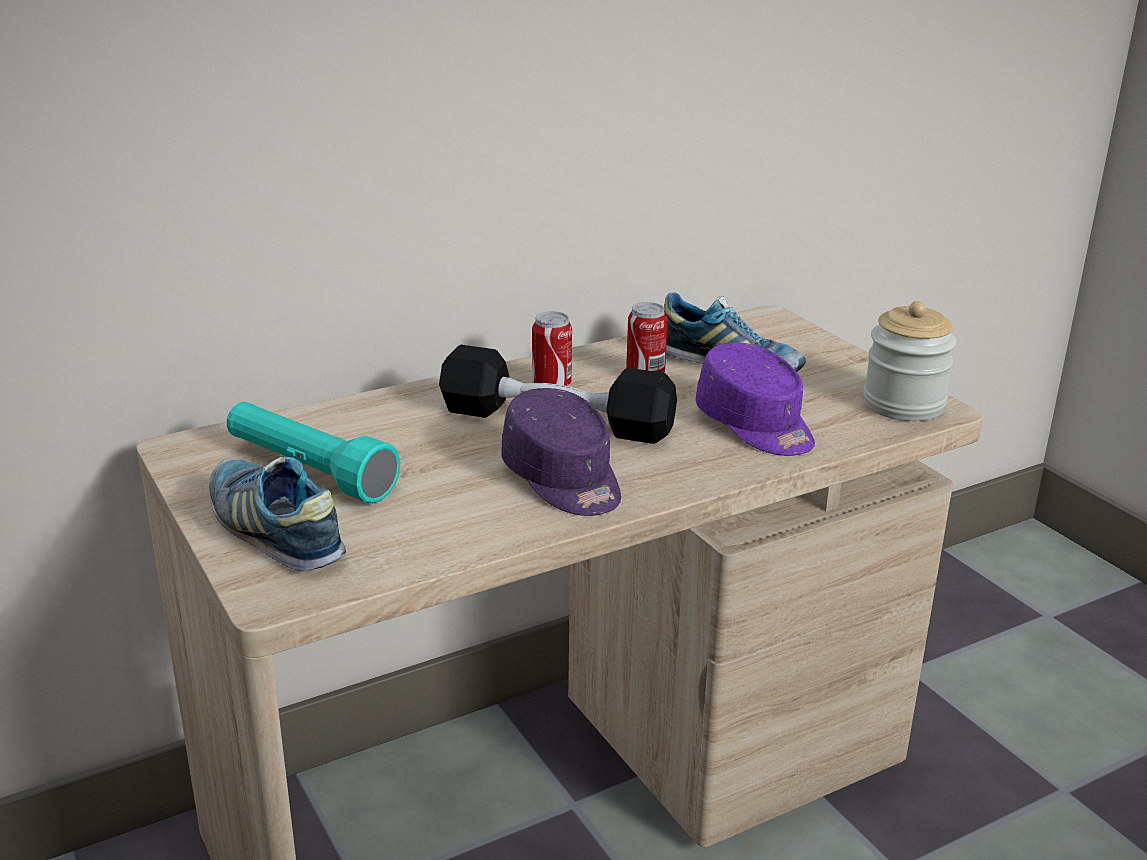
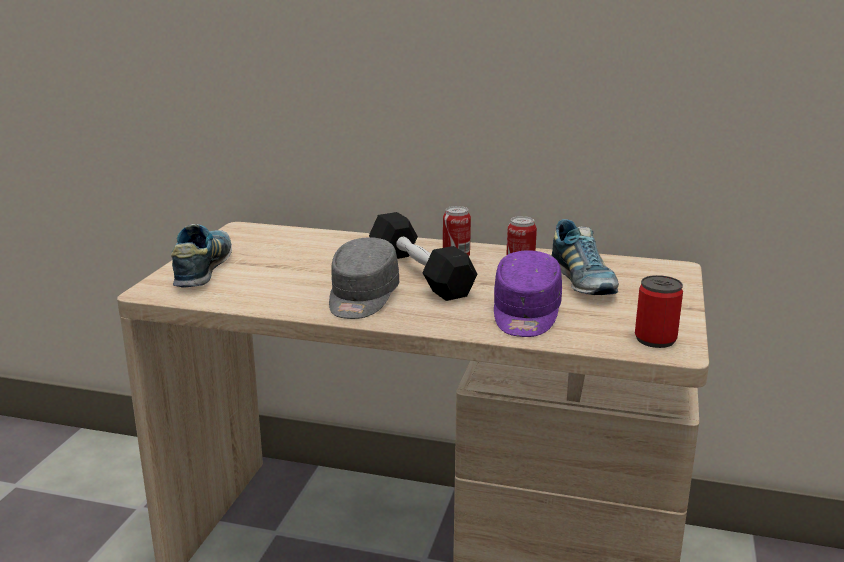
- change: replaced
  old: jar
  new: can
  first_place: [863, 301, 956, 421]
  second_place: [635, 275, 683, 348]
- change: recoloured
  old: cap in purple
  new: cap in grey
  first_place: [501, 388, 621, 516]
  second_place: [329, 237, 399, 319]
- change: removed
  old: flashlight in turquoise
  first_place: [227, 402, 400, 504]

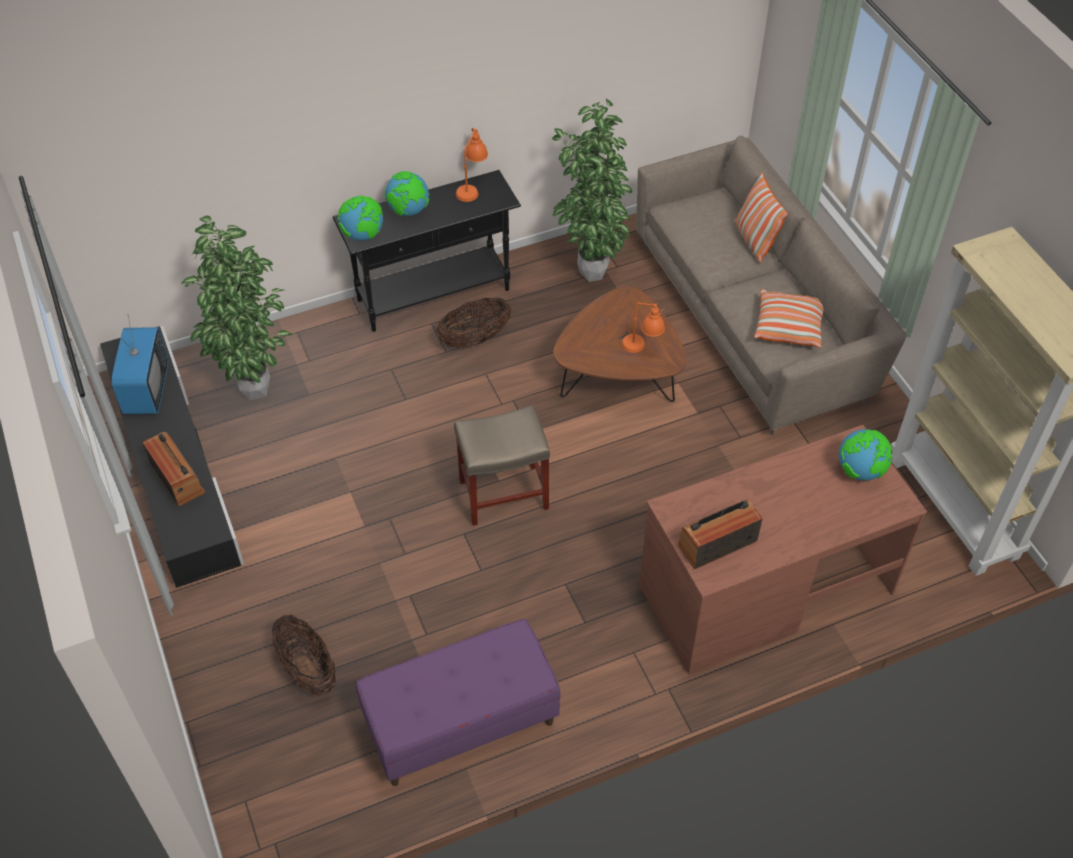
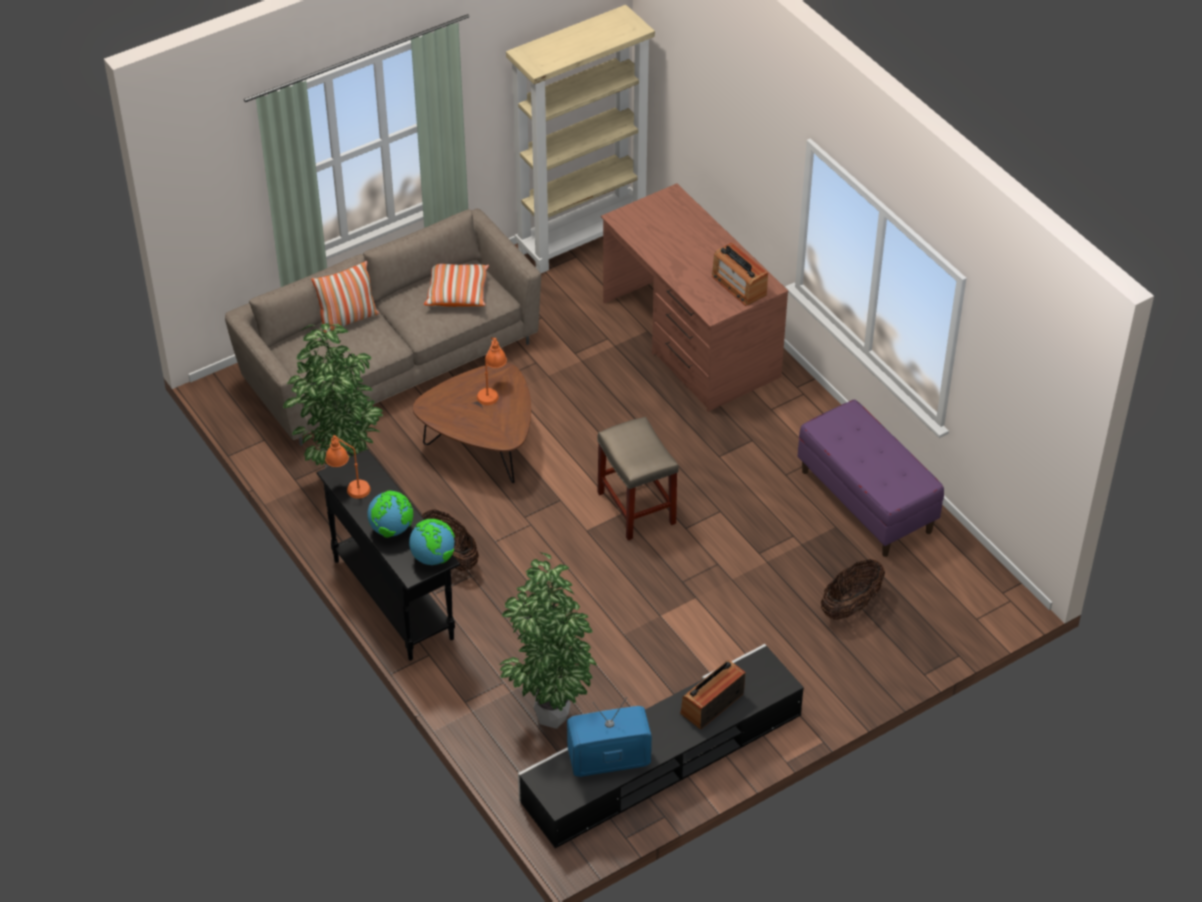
- change: removed
  old: globe
  first_place: [839, 429, 892, 481]

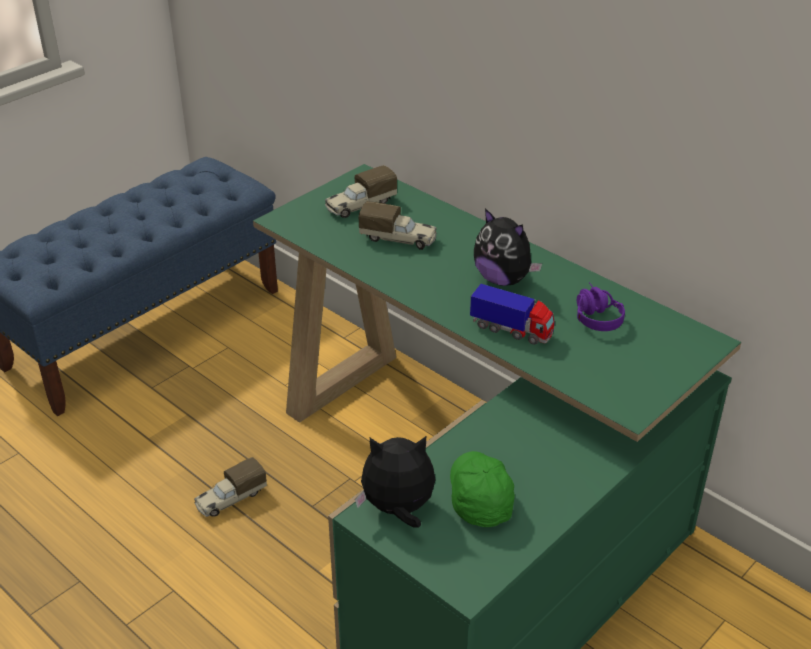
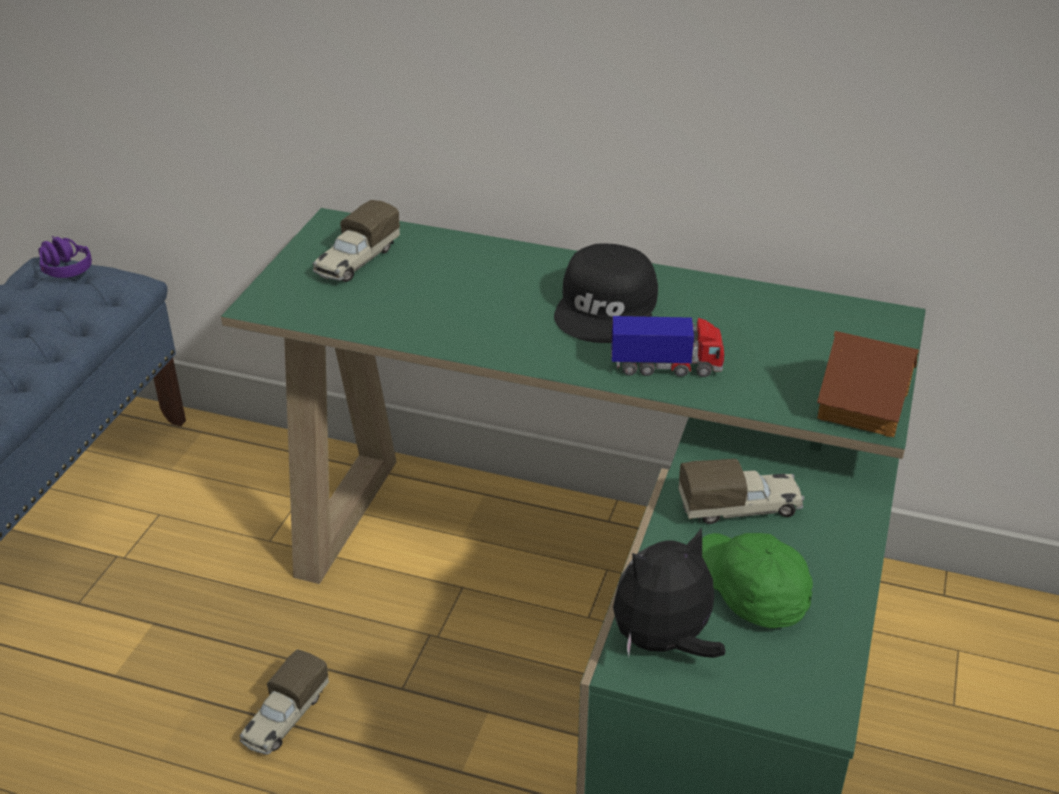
- change: moved
  old: toy truck
  first_place: [359, 201, 437, 250]
  second_place: [678, 459, 804, 524]
- change: replaced
  old: plush toy
  new: cap in black
  first_place: [474, 208, 542, 286]
  second_place: [554, 243, 658, 343]
- change: moved
  old: headphones in purple
  first_place: [577, 282, 625, 331]
  second_place: [39, 236, 92, 278]
- change: added
  new: toy house
  second_place: [817, 331, 919, 437]

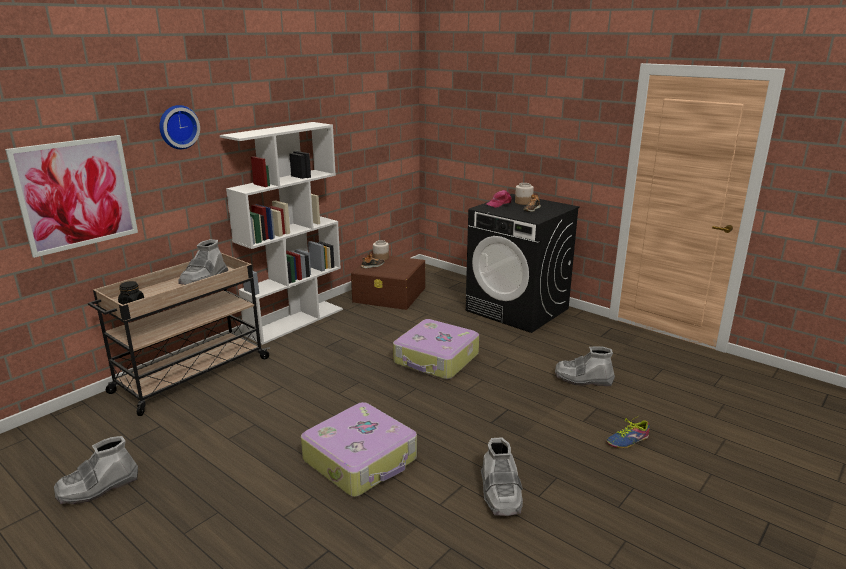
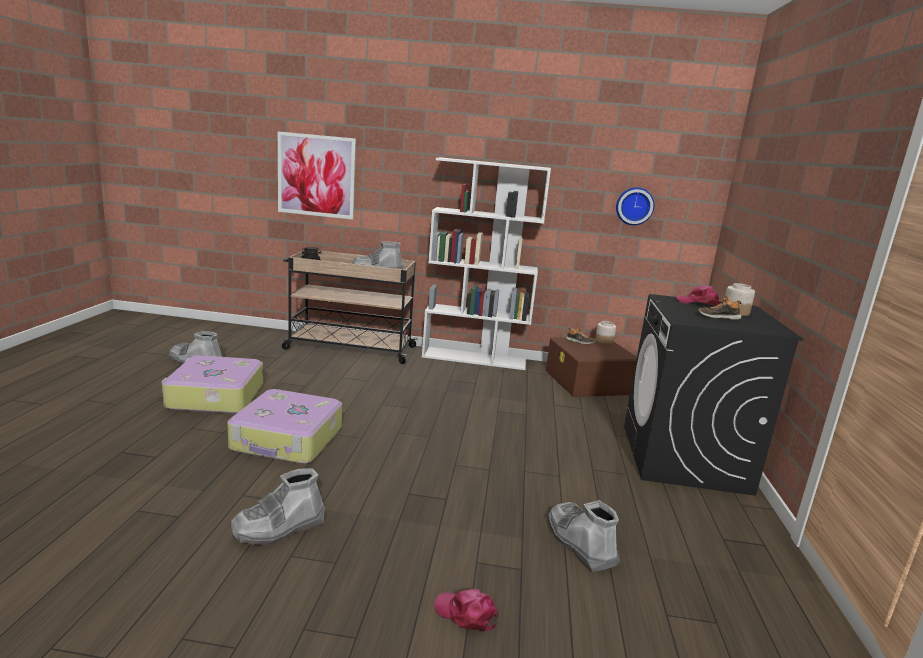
- change: moved
  old: wall clock
  first_place: [159, 105, 200, 149]
  second_place: [616, 187, 655, 225]
- change: moved
  old: suitcase
  first_place: [393, 319, 479, 379]
  second_place: [162, 355, 263, 414]
- change: replaced
  old: shoe
  new: cap in pink
  first_place: [606, 417, 650, 448]
  second_place: [434, 589, 499, 631]

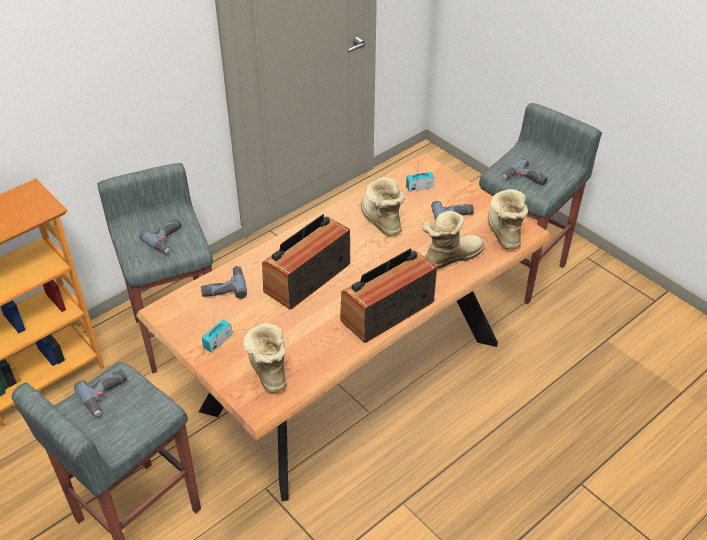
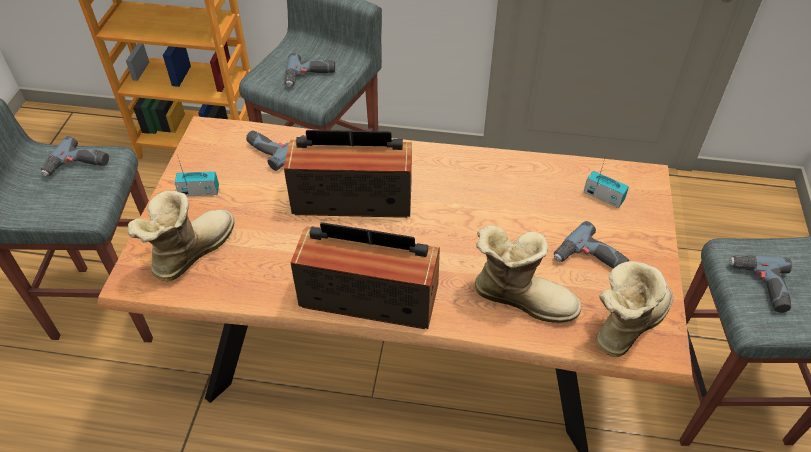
- change: removed
  old: boot
  first_place: [361, 177, 405, 236]

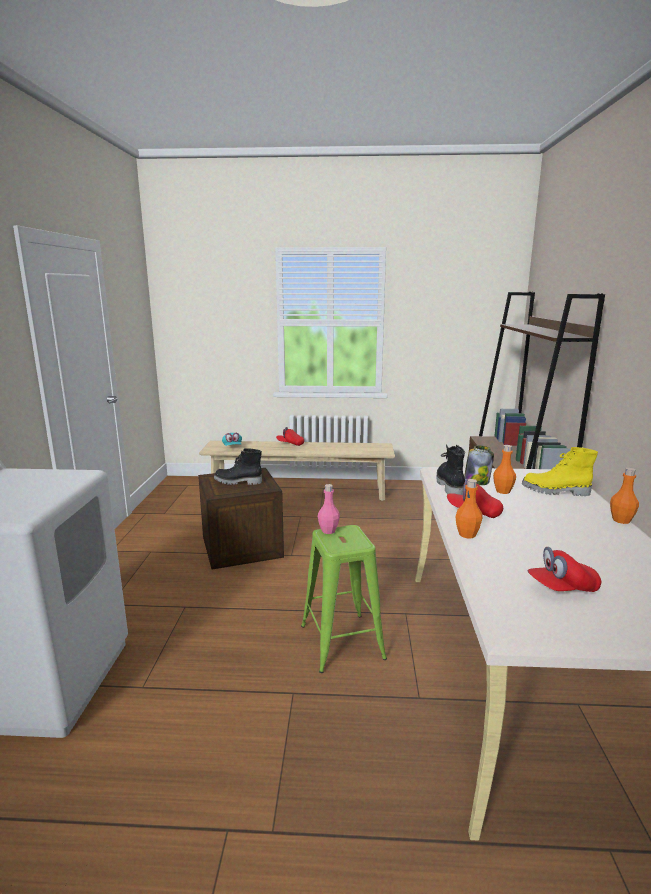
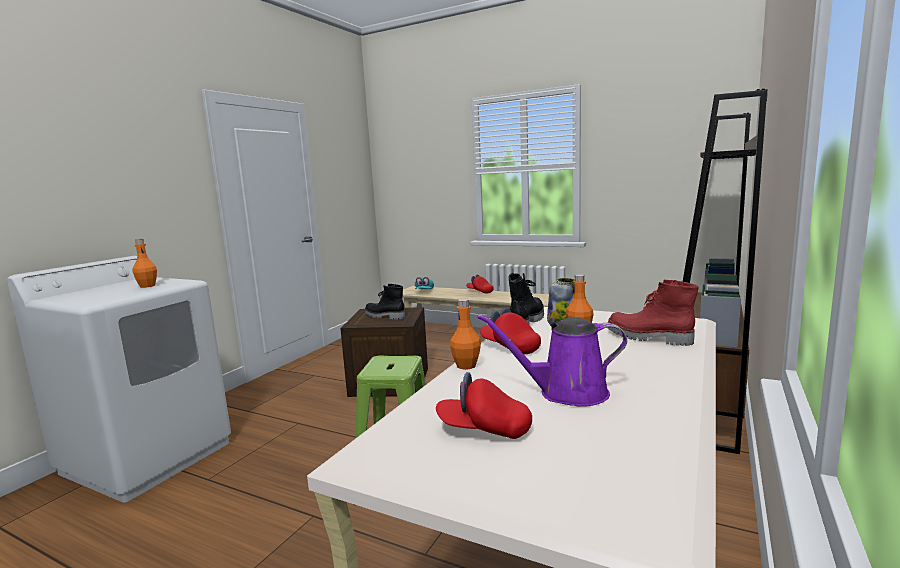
- change: recoloured
  old: boot in yellow
  new: boot in red
  first_place: [521, 447, 598, 496]
  second_place: [607, 280, 699, 346]
- change: moved
  old: bottle in orange
  first_place: [610, 468, 639, 524]
  second_place: [133, 239, 157, 288]
- change: removed
  old: bottle in pink
  first_place: [318, 484, 340, 534]
- change: added
  new: watering can in purple
  second_place: [477, 314, 627, 407]

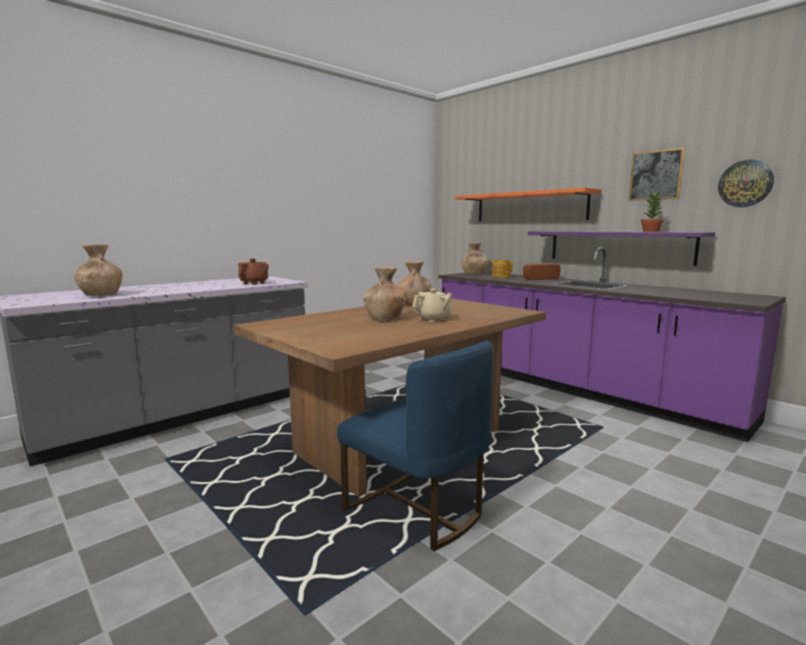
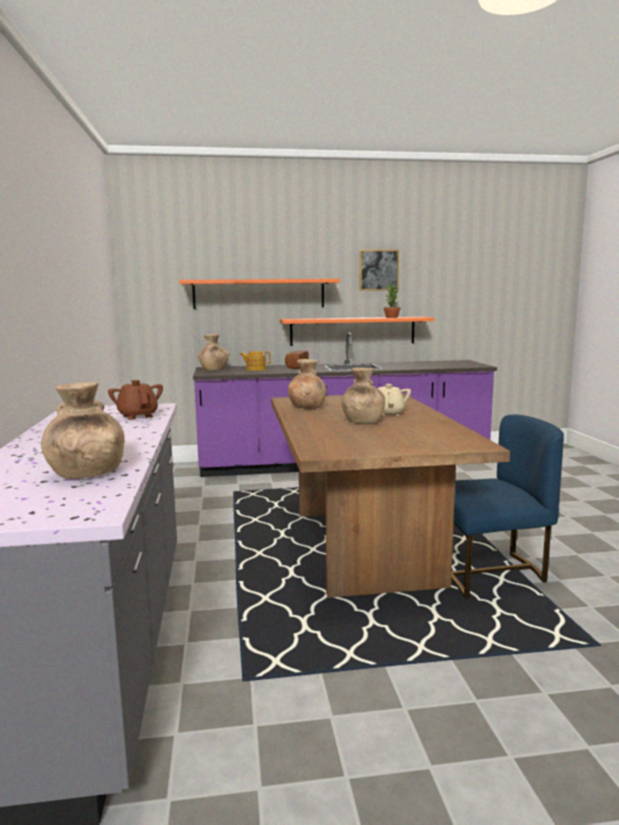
- change: removed
  old: wall clock
  first_place: [718, 160, 774, 207]
- change: recoloured
  old: shelf in purple
  new: shelf in orange
  first_place: [528, 231, 715, 266]
  second_place: [280, 317, 435, 346]

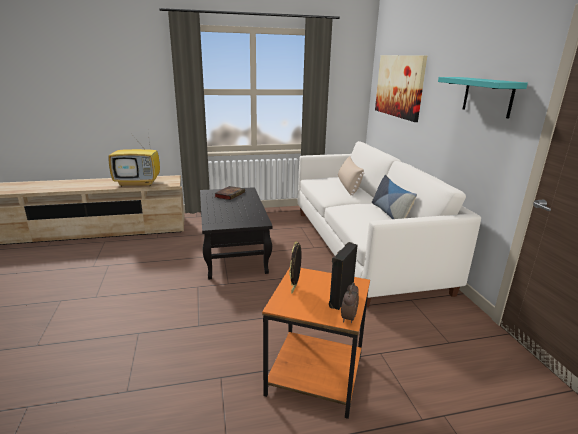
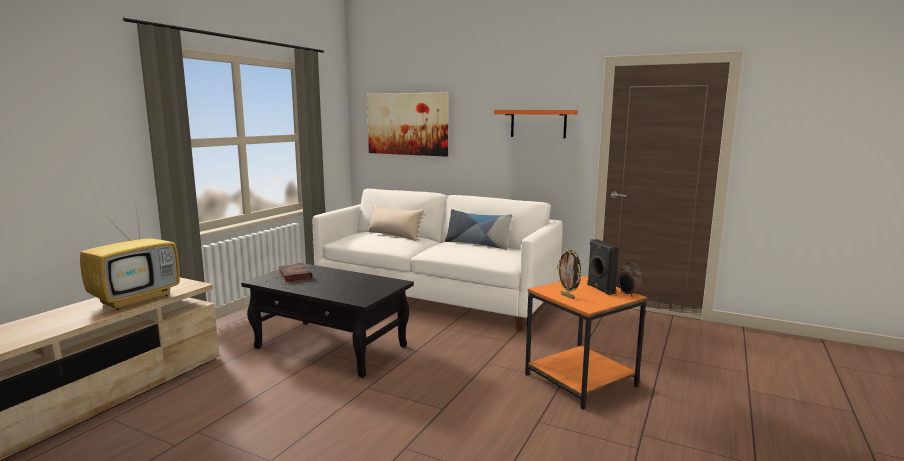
- change: recoloured
  old: shelf in turquoise
  new: shelf in orange
  first_place: [438, 77, 528, 119]
  second_place: [494, 110, 578, 138]

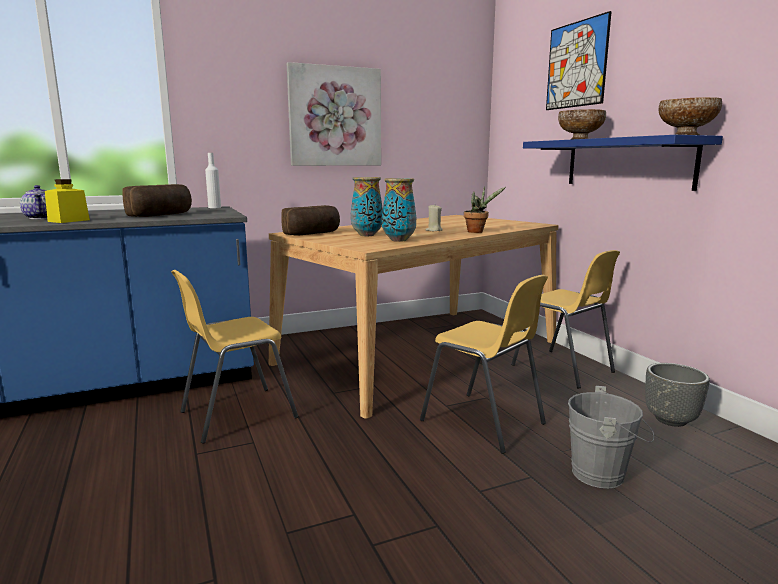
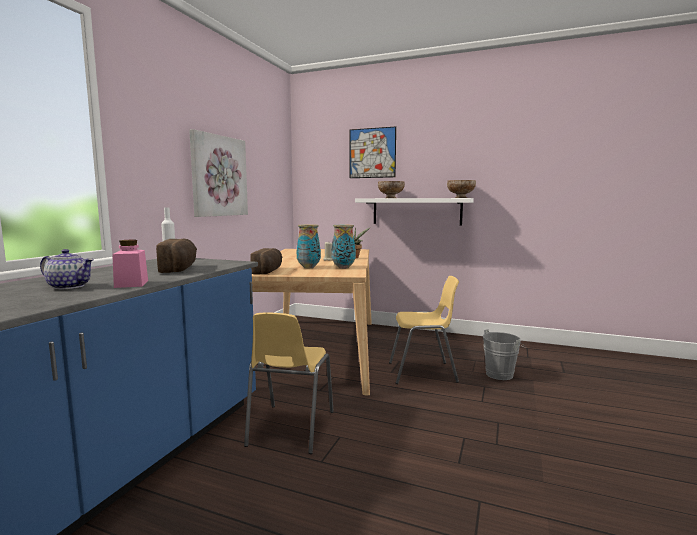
- change: recoloured
  old: shelf in blue
  new: shelf in white
  first_place: [523, 135, 723, 191]
  second_place: [355, 198, 474, 225]
- change: recoloured
  old: jar in yellow
  new: jar in pink
  first_place: [45, 179, 90, 223]
  second_place: [112, 240, 148, 288]
- change: removed
  old: chair in yellow
  first_place: [511, 250, 620, 389]
- change: removed
  old: planter in grey
  first_place: [645, 363, 710, 427]

